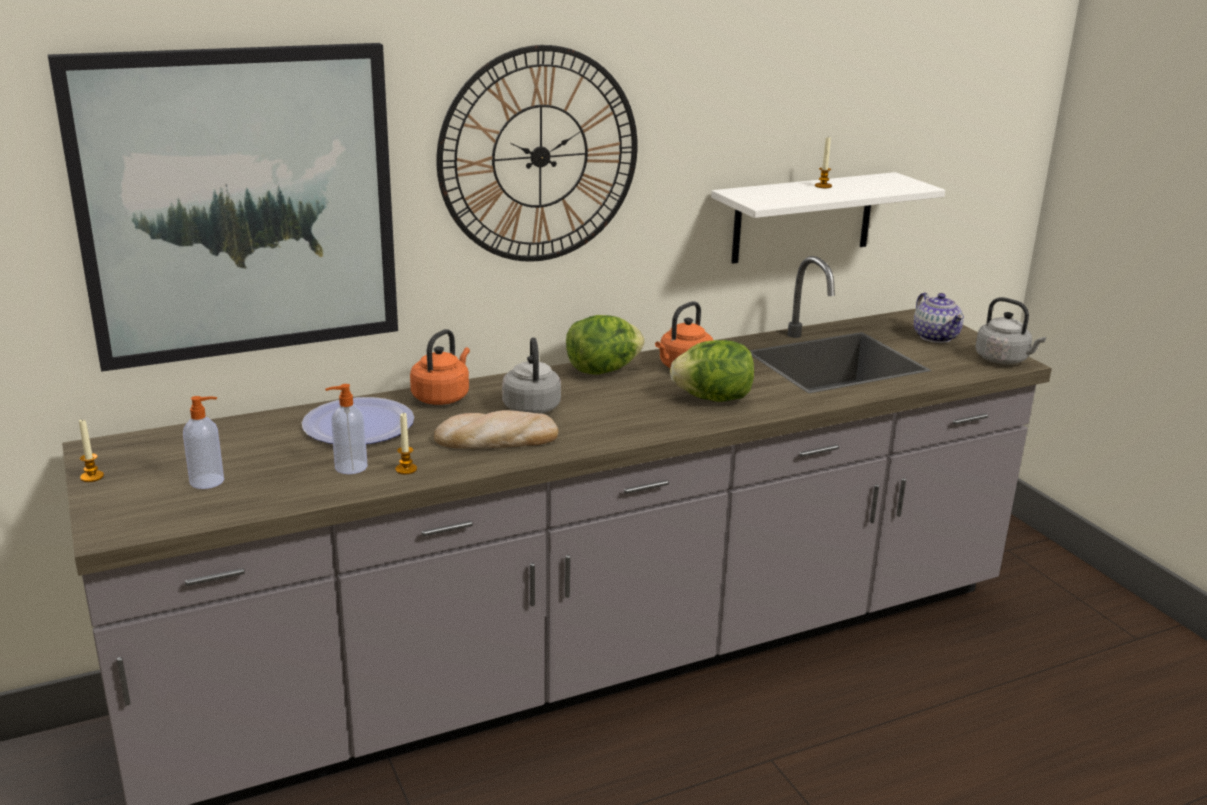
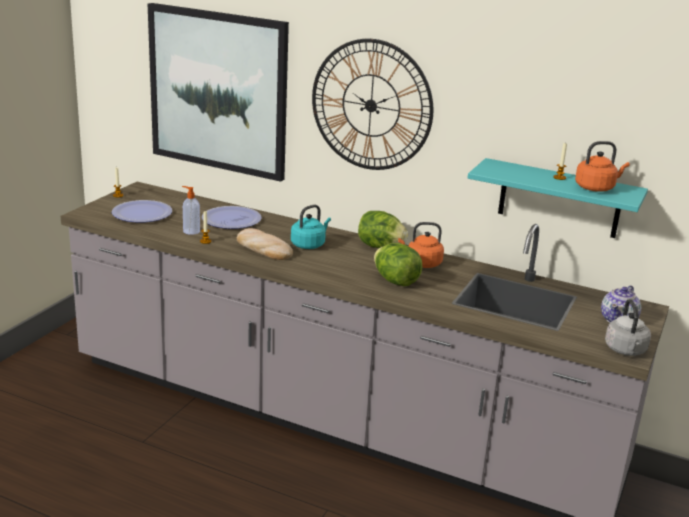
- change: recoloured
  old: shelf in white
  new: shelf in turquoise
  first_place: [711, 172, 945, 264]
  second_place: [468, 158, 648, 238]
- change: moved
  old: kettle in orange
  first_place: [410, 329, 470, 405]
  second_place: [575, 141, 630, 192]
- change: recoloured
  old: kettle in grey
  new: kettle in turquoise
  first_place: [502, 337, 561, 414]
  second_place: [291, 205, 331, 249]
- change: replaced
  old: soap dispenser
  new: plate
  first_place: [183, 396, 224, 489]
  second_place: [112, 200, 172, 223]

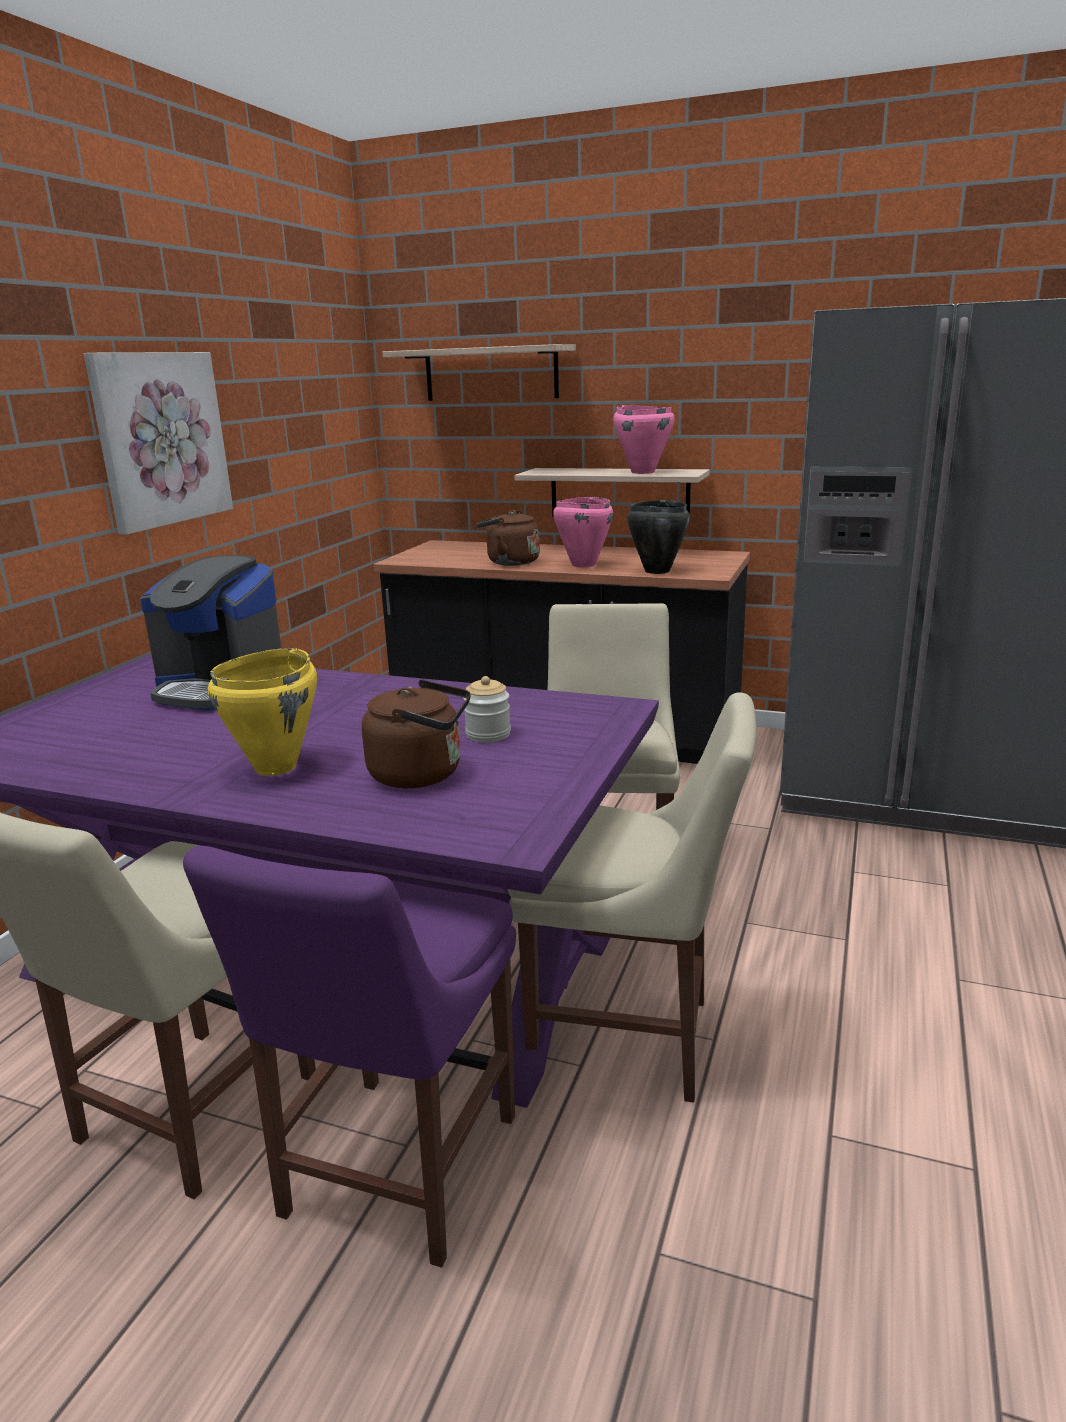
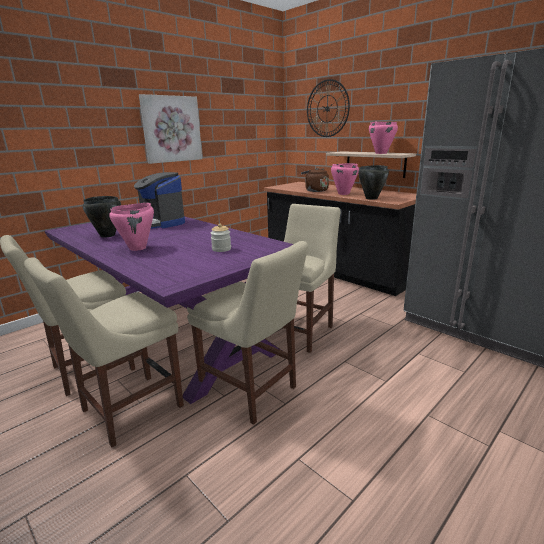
- change: replaced
  old: shelf
  new: wall clock
  first_place: [383, 344, 576, 401]
  second_place: [307, 79, 350, 137]
- change: recoloured
  old: cooking pot in yellow
  new: cooking pot in pink
  first_place: [208, 648, 317, 776]
  second_place: [109, 203, 154, 251]
- change: removed
  old: kettle in brown
  first_place: [362, 680, 471, 788]
- change: recoloured
  old: chair in purple
  new: chair in beige
  first_place: [183, 846, 516, 1268]
  second_place: [24, 257, 184, 447]
- change: added
  new: cooking pot in black
  second_place: [83, 196, 121, 238]

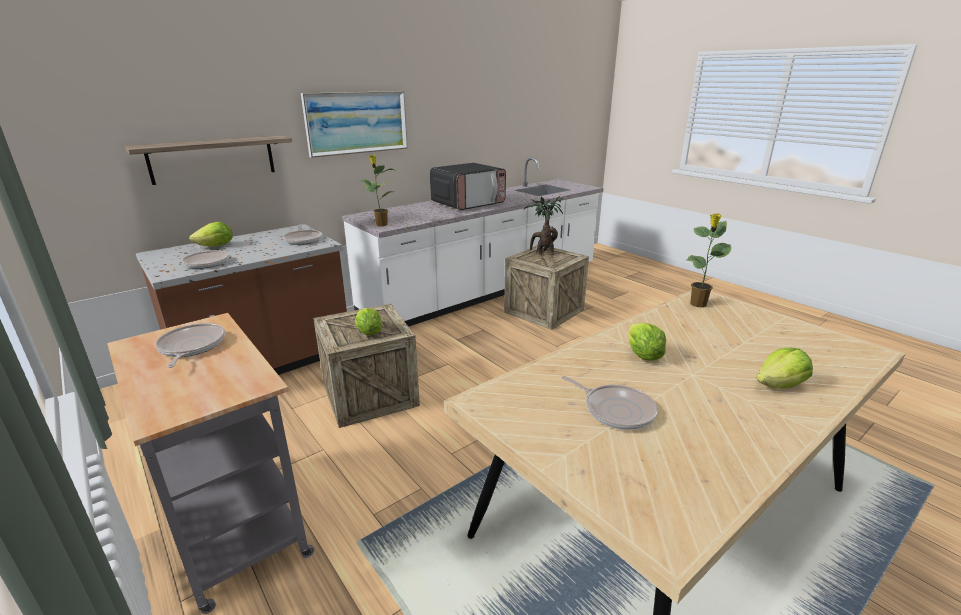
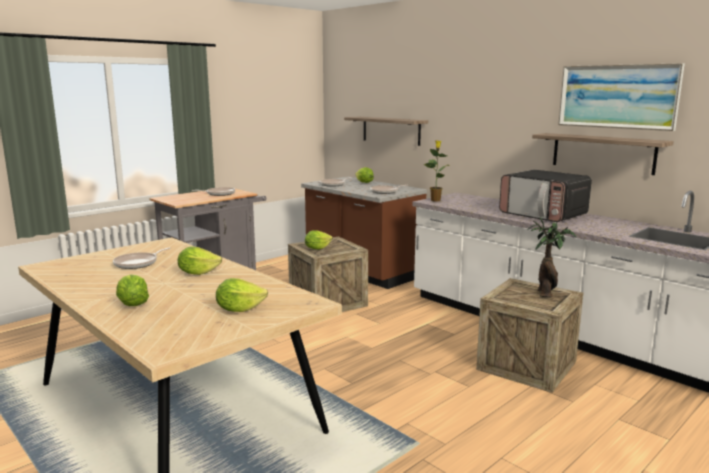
- change: moved
  old: picture
  first_place: [301, 91, 408, 158]
  second_place: [558, 63, 685, 131]
- change: removed
  old: potted plant
  first_place: [687, 213, 732, 308]
- change: added
  new: shelf
  second_place: [532, 133, 674, 175]
- change: added
  new: lettuce
  second_place: [216, 278, 268, 312]

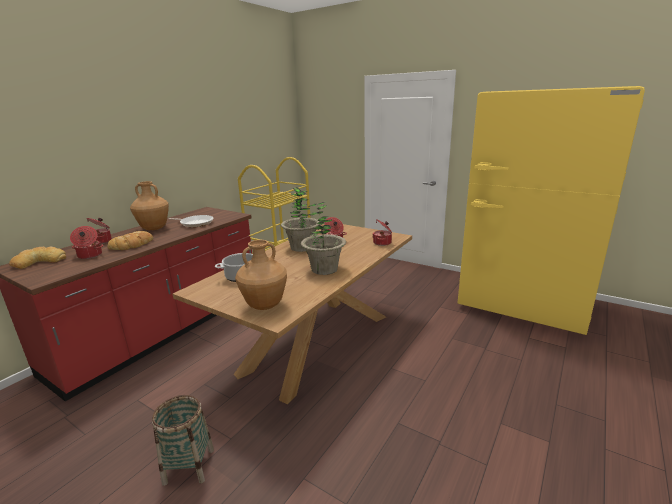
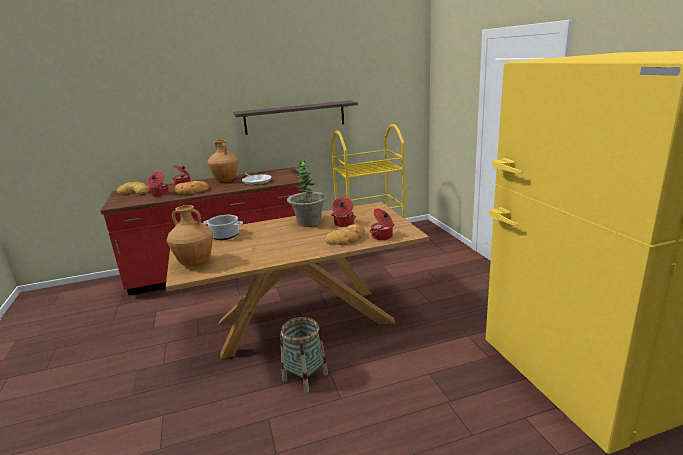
- change: removed
  old: potted plant
  first_place: [301, 201, 346, 275]
- change: moved
  old: basket
  first_place: [152, 395, 214, 486]
  second_place: [280, 317, 328, 393]
- change: added
  new: shelf
  second_place: [233, 101, 358, 135]
- change: added
  new: bread
  second_place: [326, 224, 365, 245]

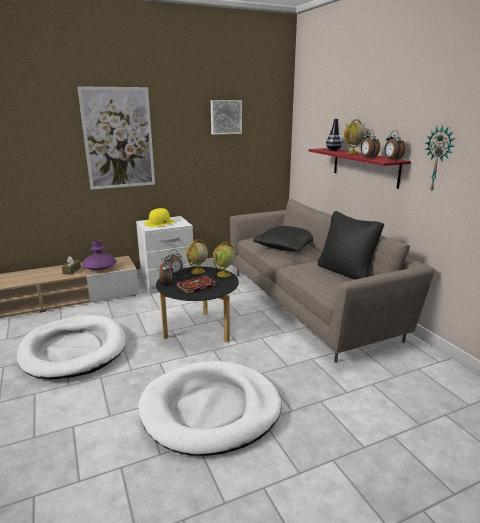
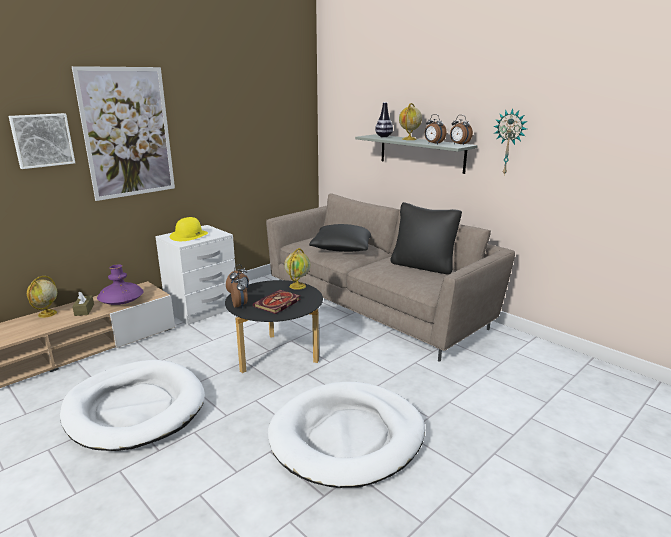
- change: moved
  old: picture
  first_place: [211, 100, 242, 135]
  second_place: [8, 113, 75, 169]
- change: recoloured
  old: shelf in red
  new: shelf in grey
  first_place: [308, 148, 411, 188]
  second_place: [355, 134, 478, 174]
- change: moved
  old: globe
  first_place: [186, 239, 208, 274]
  second_place: [27, 276, 57, 318]

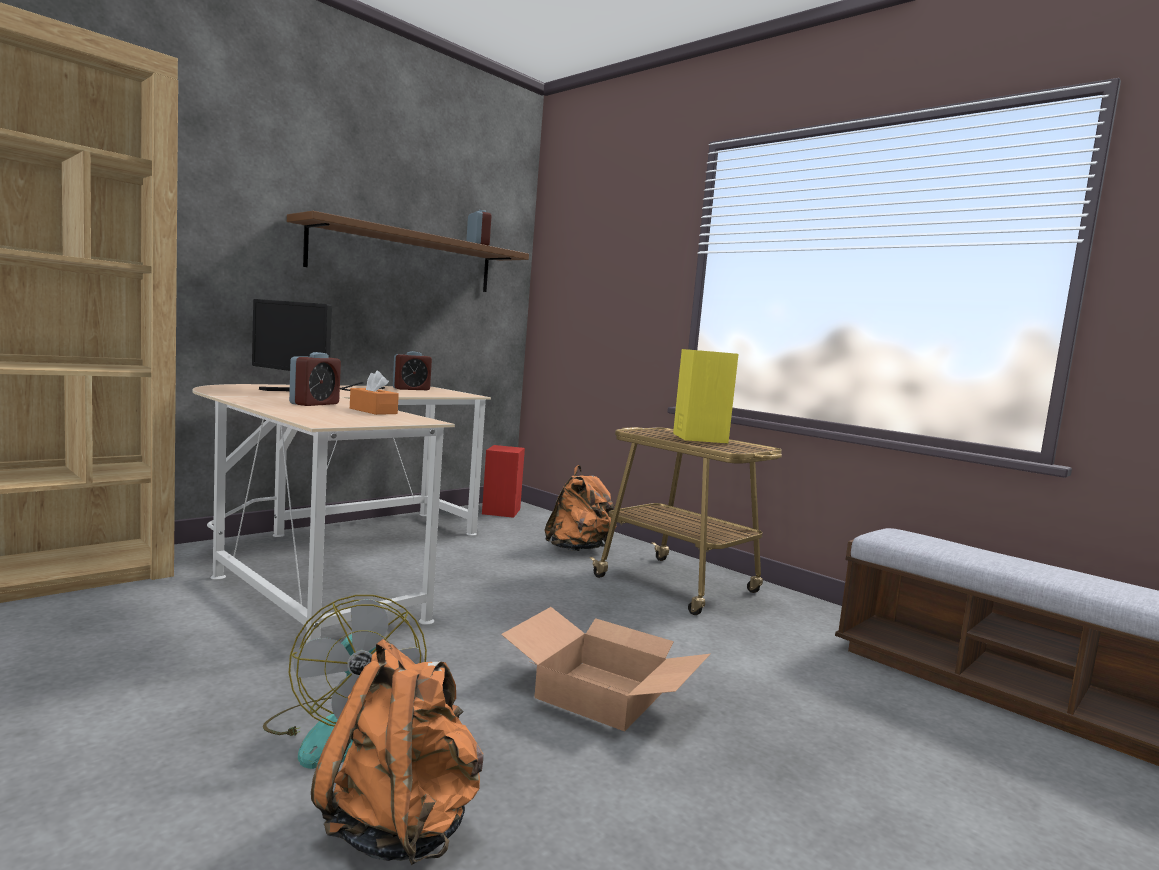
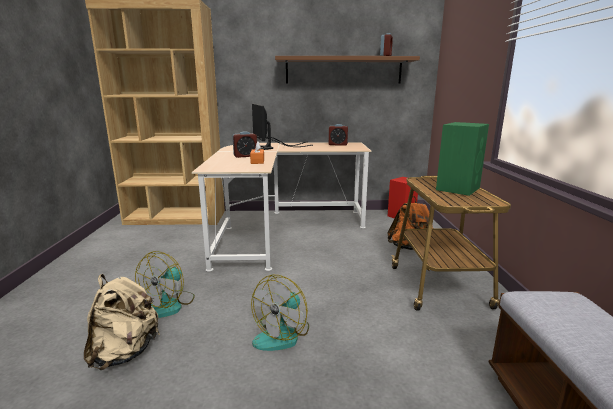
- change: recoloured
  old: speaker in yellow
  new: speaker in green
  first_place: [673, 349, 739, 443]
  second_place: [436, 122, 489, 196]
- change: replaced
  old: cardboard box
  new: fan
  first_place: [501, 607, 710, 732]
  second_place: [251, 275, 309, 351]
- change: recoloured
  old: backpack in orange
  new: backpack in beige
  first_place: [311, 639, 483, 865]
  second_place: [84, 274, 160, 370]

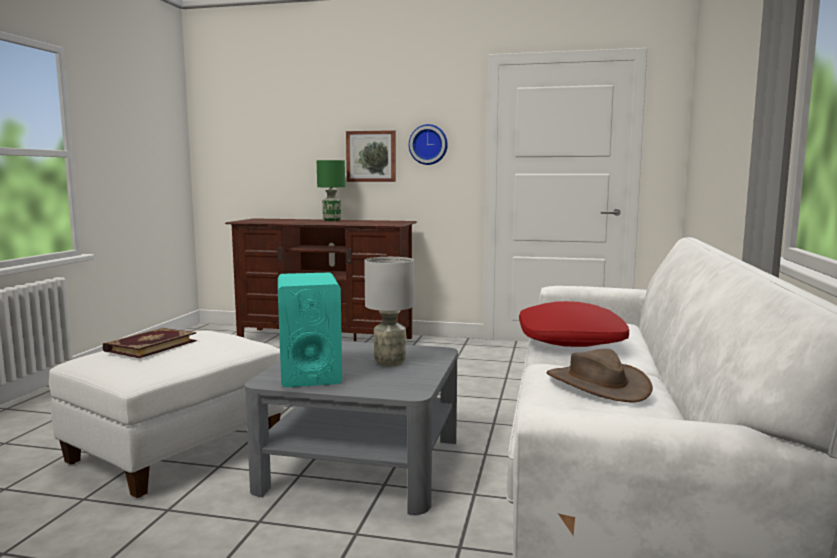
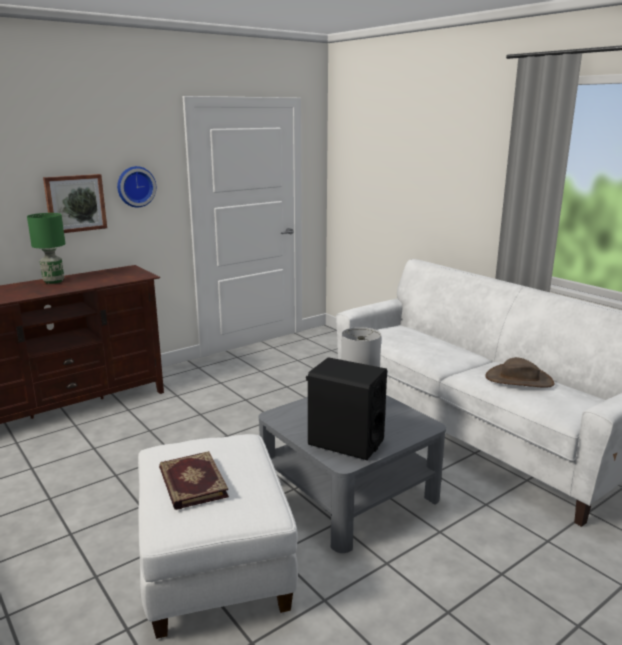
- change: recoloured
  old: speaker in turquoise
  new: speaker in black
  first_place: [278, 272, 342, 387]
  second_place: [306, 357, 387, 460]
- change: removed
  old: pillow in red
  first_place: [519, 301, 629, 347]

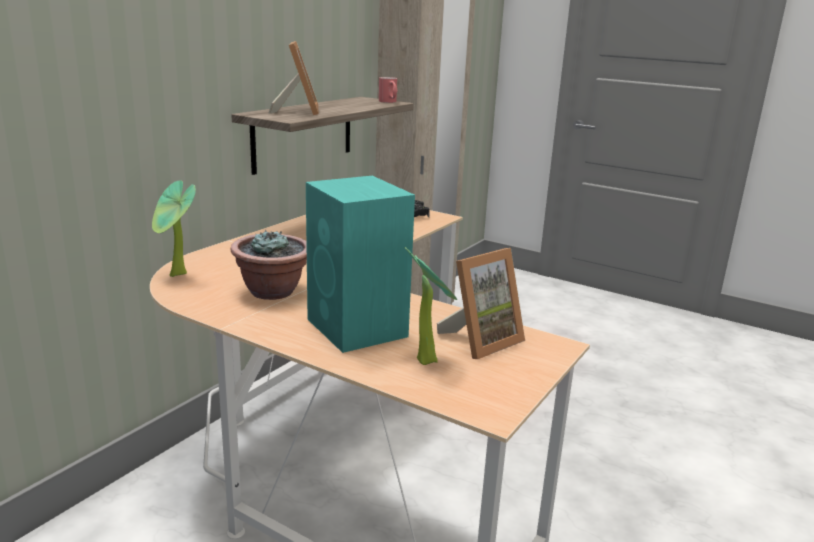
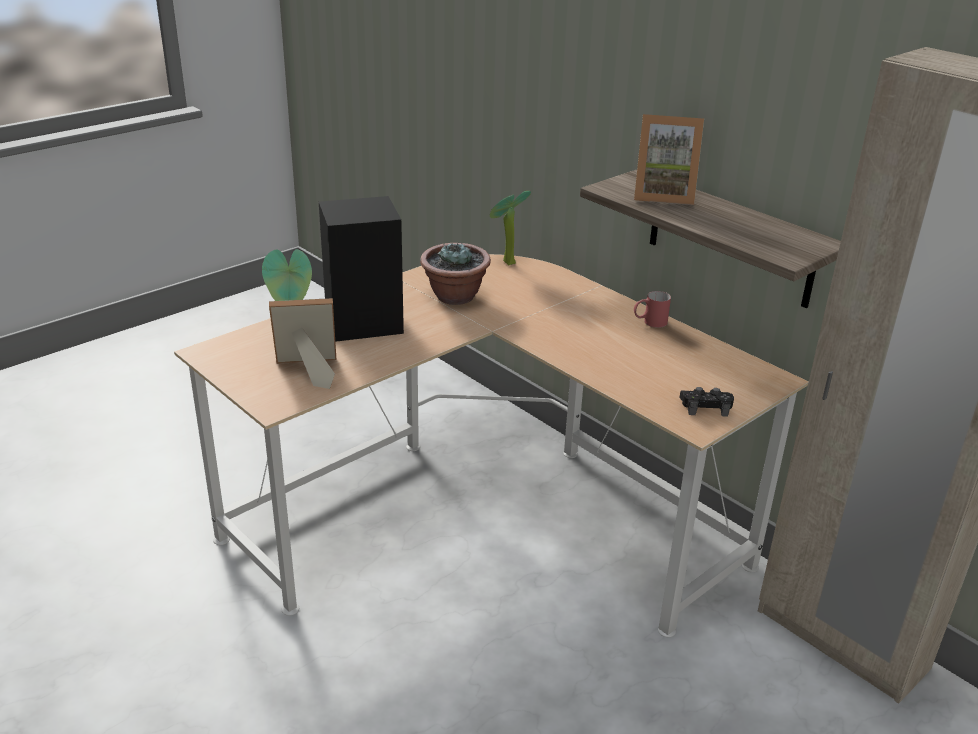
- change: moved
  old: mug in red
  first_place: [379, 77, 398, 103]
  second_place: [634, 291, 671, 328]
- change: recoloured
  old: speaker in turquoise
  new: speaker in black
  first_place: [306, 176, 415, 353]
  second_place: [319, 196, 404, 342]
- change: turned
  old: picture frame
  first_place: [437, 248, 525, 359]
  second_place: [269, 298, 337, 389]
  degrees: 105

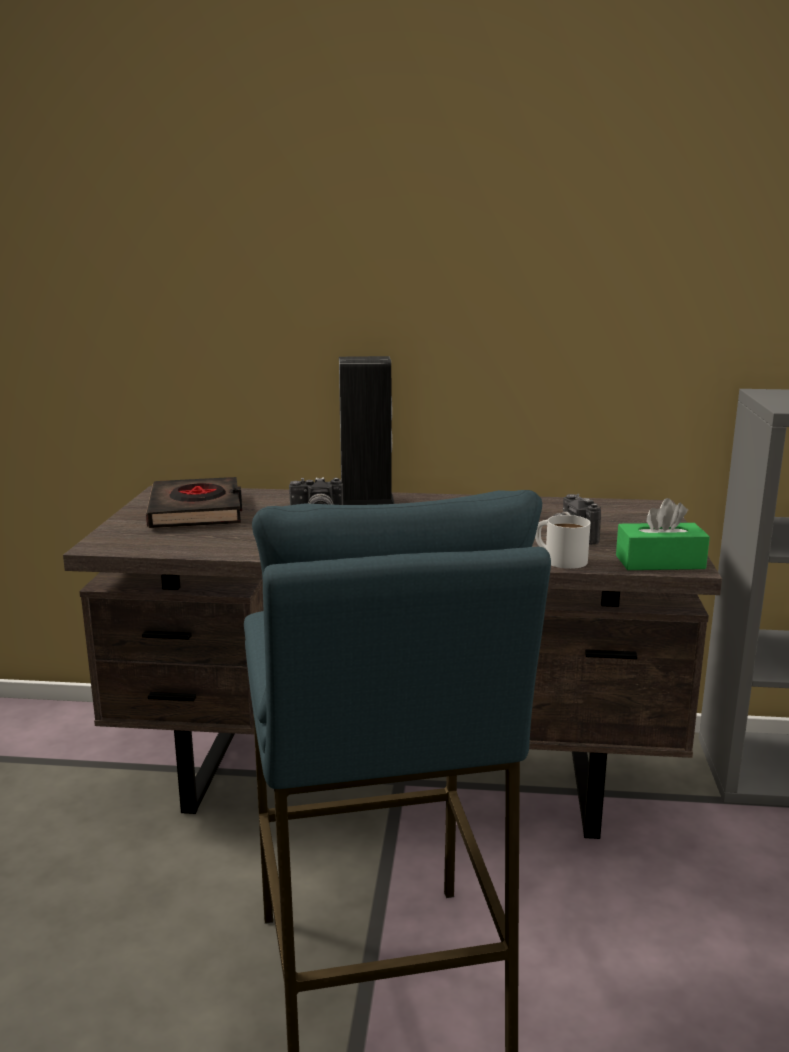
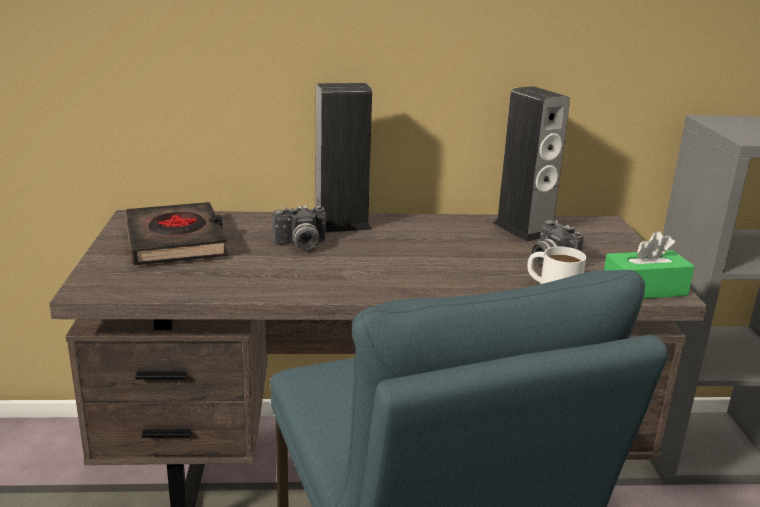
- change: added
  new: speaker
  second_place: [494, 86, 570, 242]

